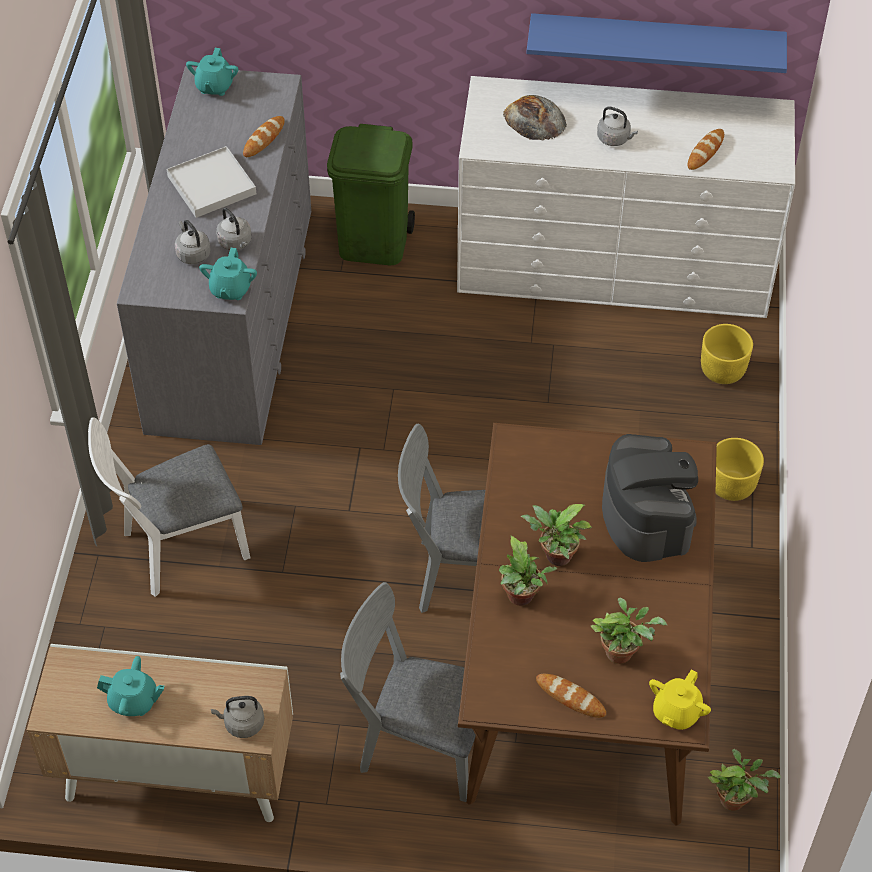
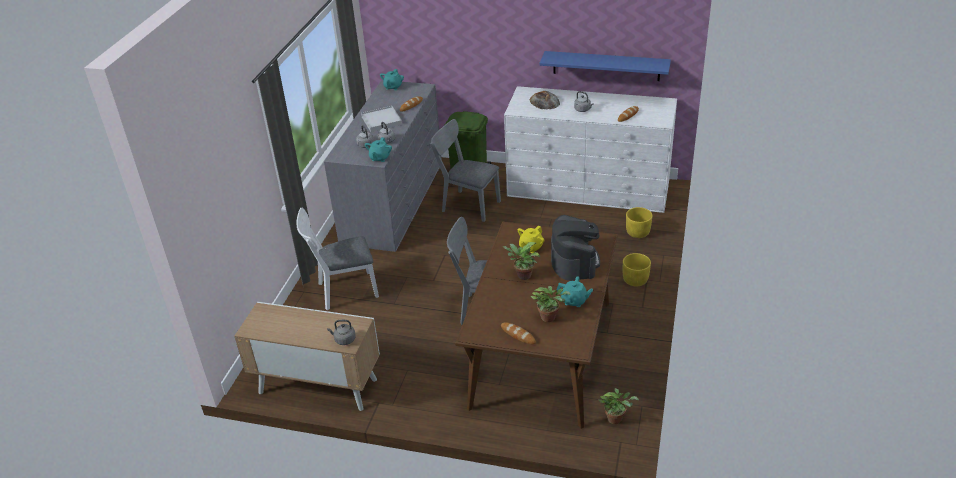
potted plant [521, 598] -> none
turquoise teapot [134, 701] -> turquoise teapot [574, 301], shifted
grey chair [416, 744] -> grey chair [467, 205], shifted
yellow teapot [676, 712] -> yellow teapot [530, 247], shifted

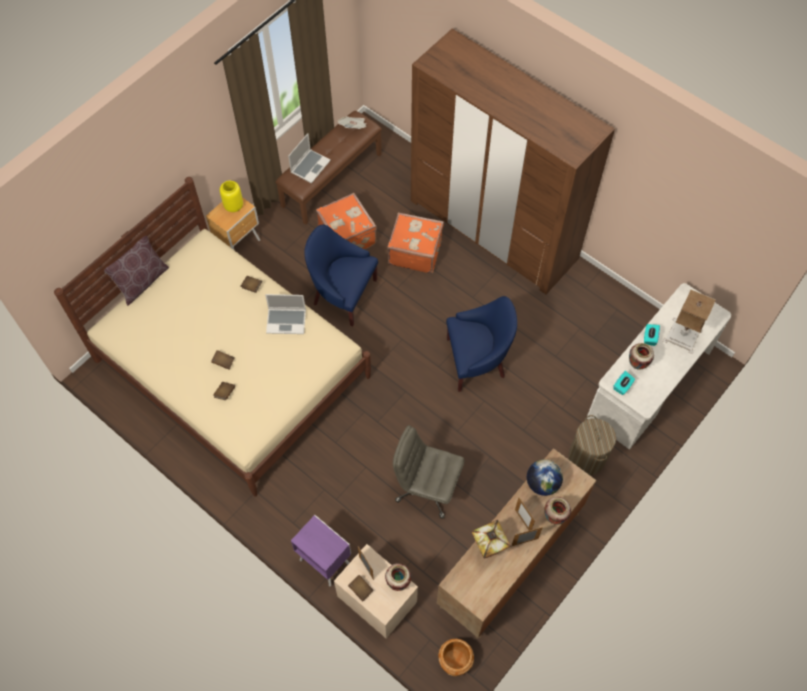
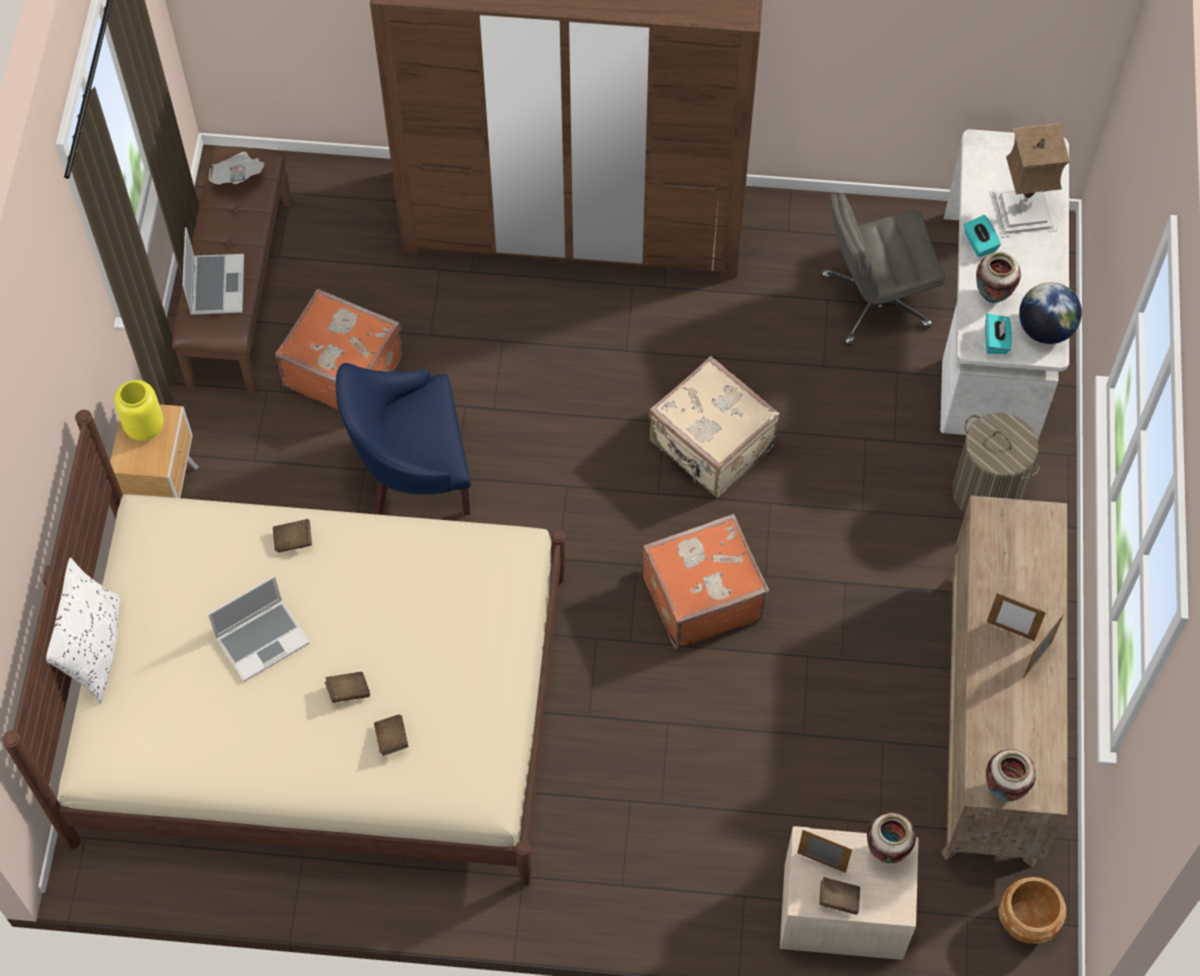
purple nightstand [324, 561] -> none
table lamp [487, 548] -> none
laptop [287, 321] -> laptop [263, 639], shifted
orange suitcase [415, 251] -> orange suitcase [701, 596], shifted
grey office chair [427, 487] -> grey office chair [874, 301], shifted
globe [542, 483] -> globe [1045, 329], shifted
vase [554, 518] -> vase [1003, 790], shifted
blue armchair [477, 360] -> beige suitcase [711, 446]
brown pillow [142, 281] -> white pillow [92, 648]

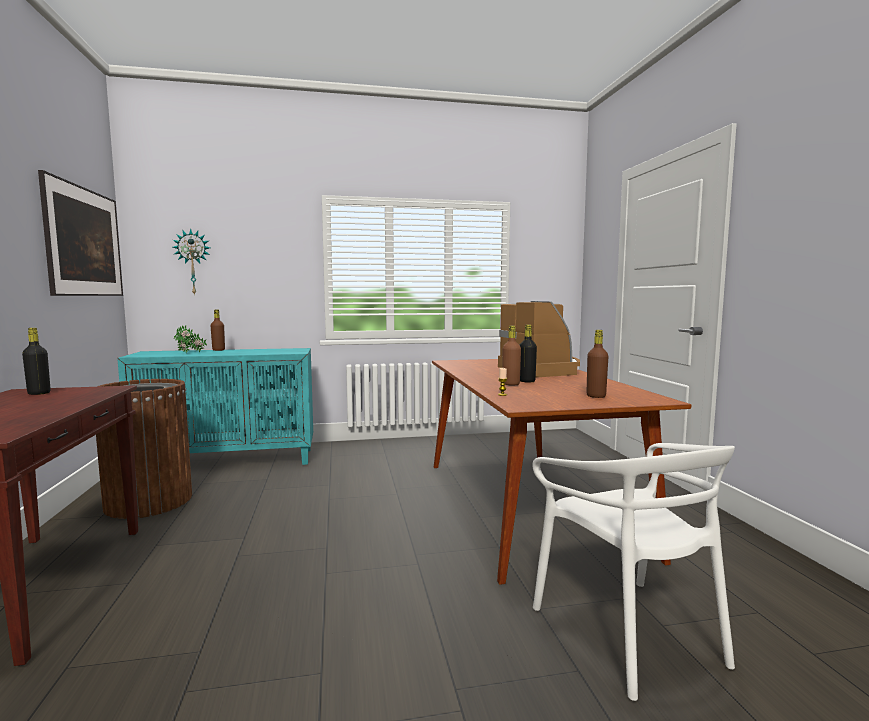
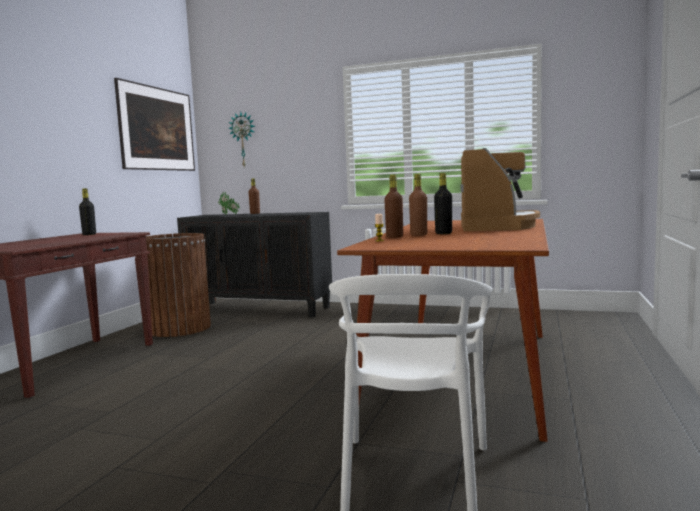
brown bottle [596, 396] -> brown bottle [394, 237], shifted
turquoise cabinet [229, 461] -> black cabinet [260, 309]

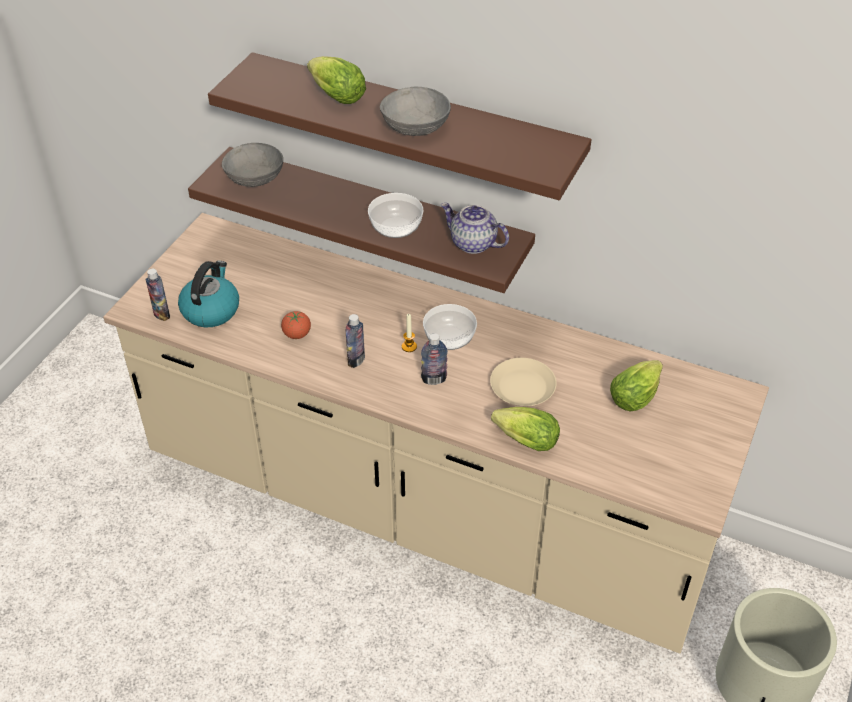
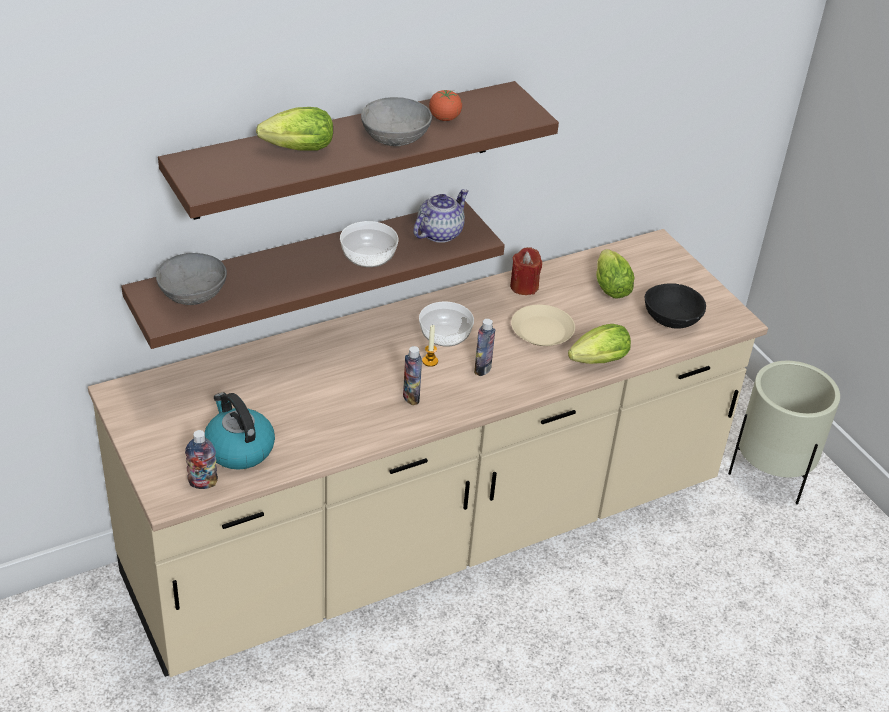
none -> red candle [524, 286]
none -> black bowl [671, 319]
tomato [297, 334] -> tomato [444, 118], shifted
teapot [472, 243] -> teapot [439, 233], 150 degrees clockwise

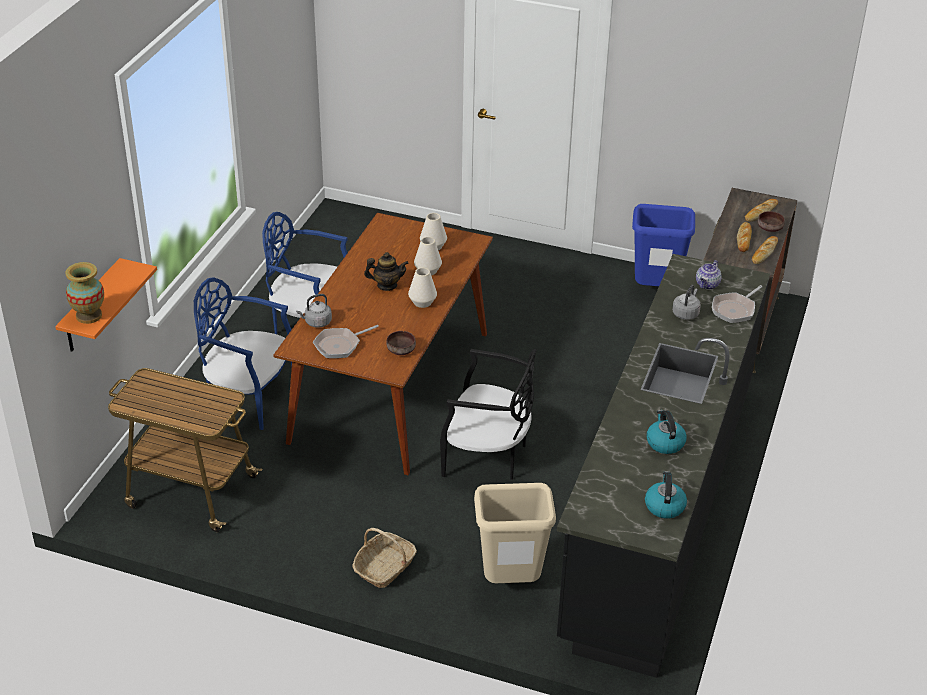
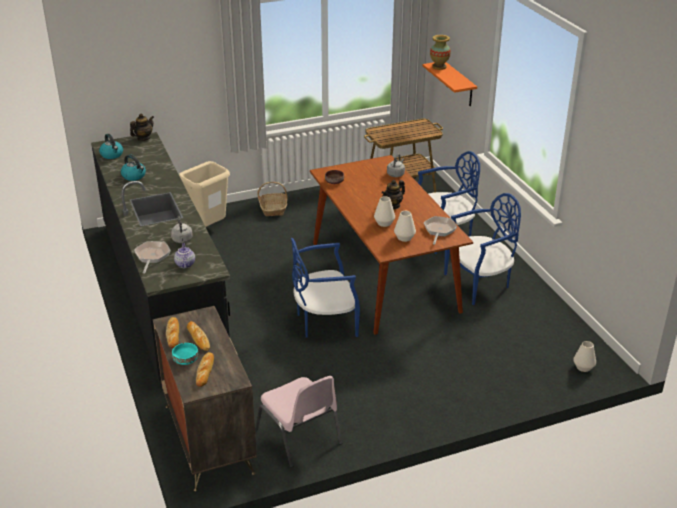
black chair [487, 456] -> none
none -> teapot [143, 138]
none -> blue chair [324, 322]
frying pan [340, 345] -> frying pan [439, 230], shifted
white vase [422, 302] -> white vase [583, 367], shifted
blue trash can [656, 291] -> pink chair [299, 437]
brown bowl [770, 228] -> turquoise bowl [185, 360]

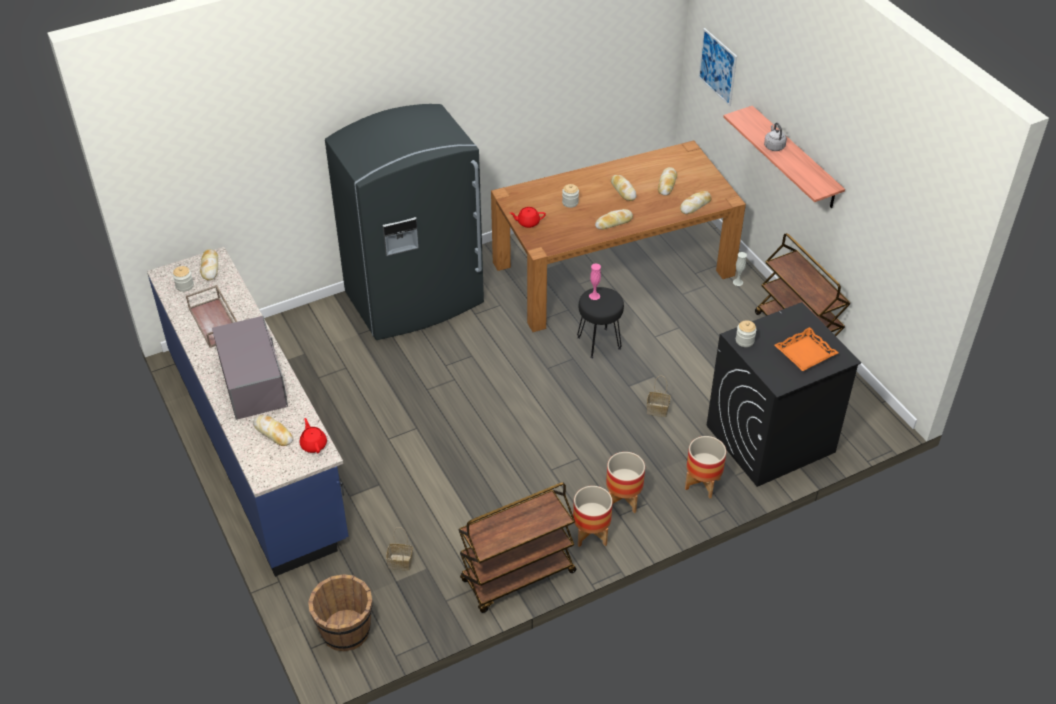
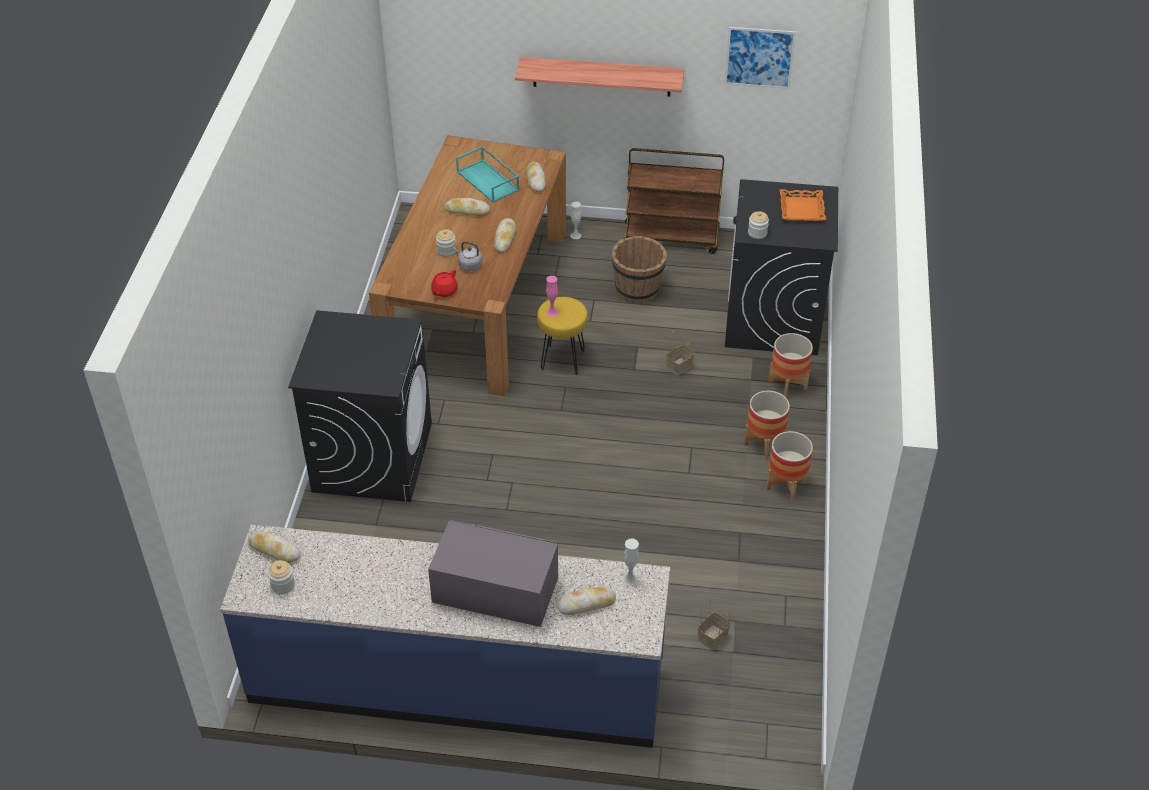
brown tray [215, 322] -> none
brown cart [518, 577] -> none
brown bucket [345, 631] -> brown bucket [637, 290], shifted
picture [717, 67] -> picture [759, 57], shifted
grey kettle [774, 146] -> grey kettle [469, 265], shifted
red teapot [313, 444] -> white vase [630, 579]
grey fridge [415, 300] -> black washing machine [372, 457]
bread [667, 184] -> turquoise tray [489, 181]
black stool [598, 343] -> yellow stool [563, 360]

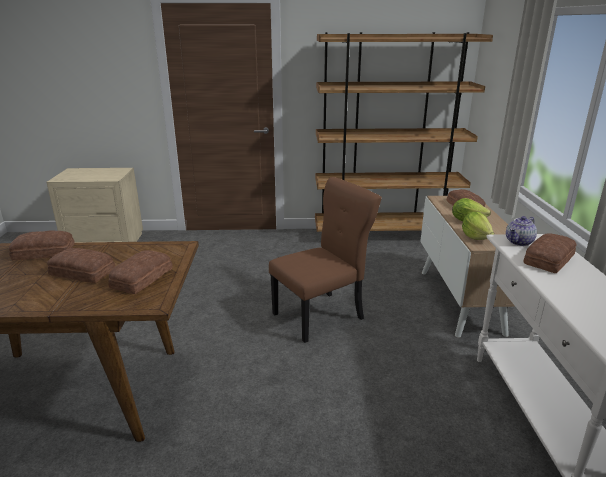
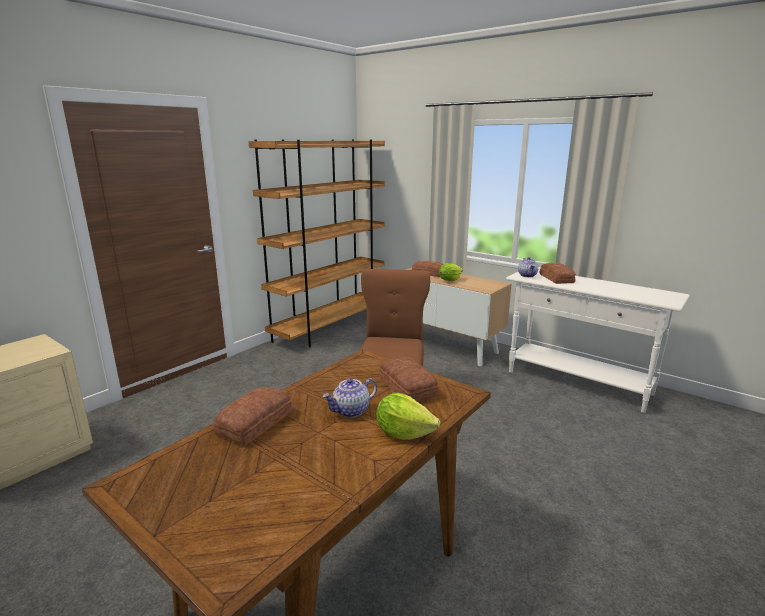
lettuce [476, 237] -> lettuce [404, 433], shifted
bread [82, 273] -> teapot [351, 411]

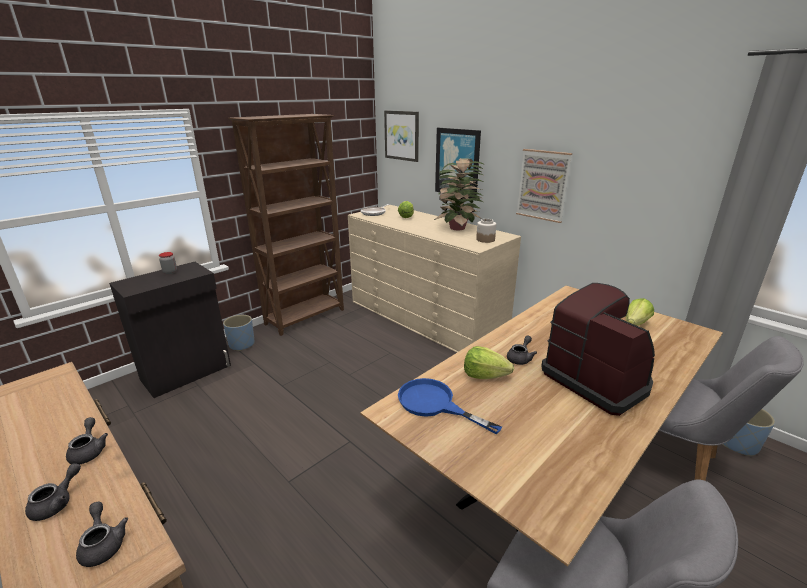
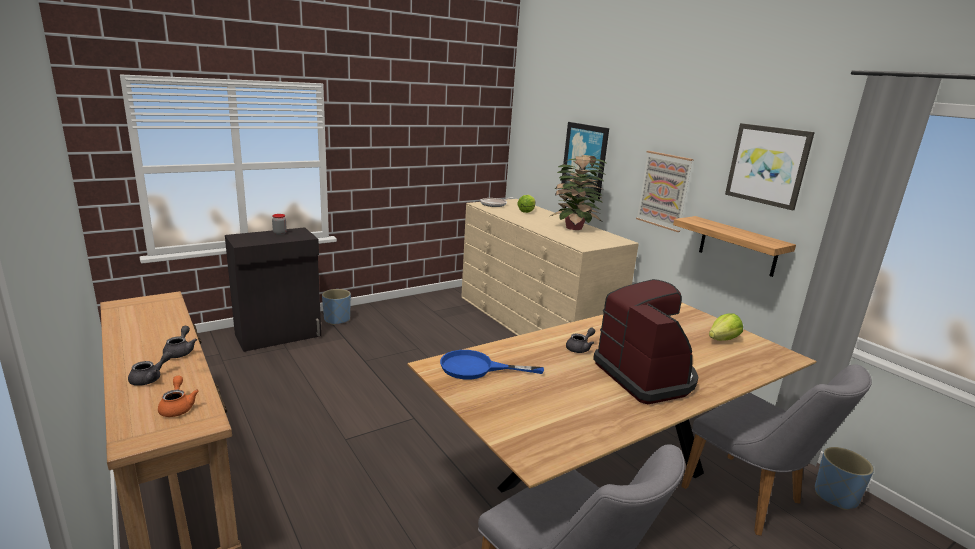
brown bookcase [306, 317] -> none
lettuce [484, 375] -> none
jar [485, 239] -> none
none -> shelf [738, 246]
picture [402, 135] -> picture [768, 165], shifted
grey teapot [103, 544] -> orange teapot [178, 407]
blue frying pan [434, 404] -> blue frying pan [476, 368], 45 degrees counterclockwise

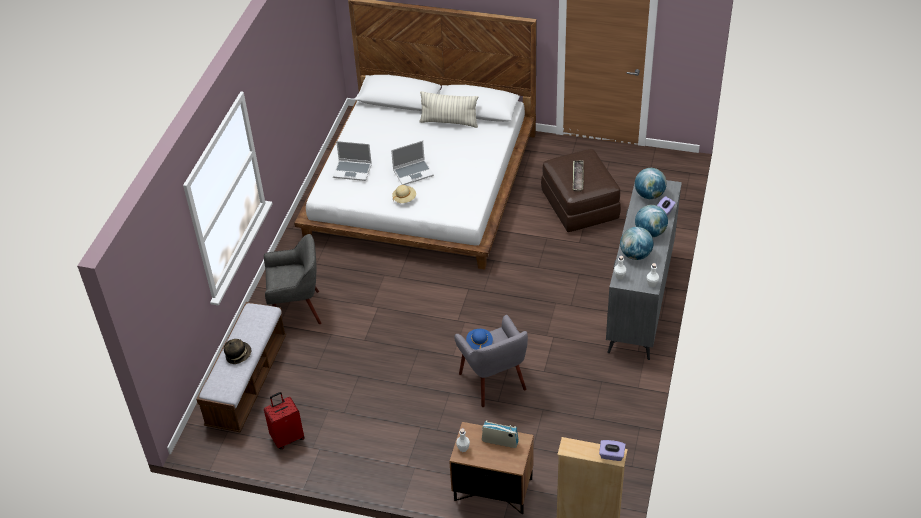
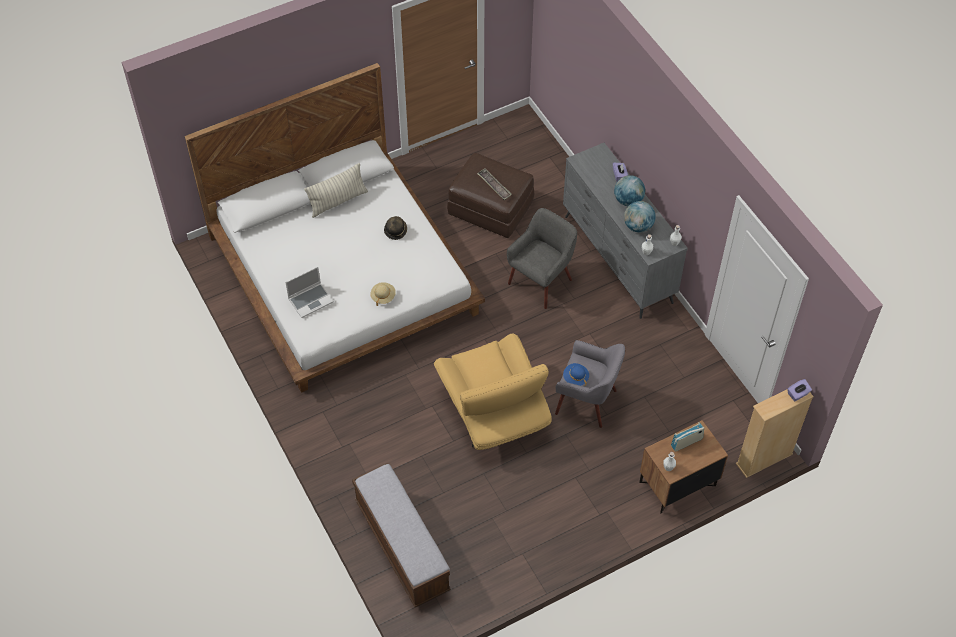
red suitcase [287, 437] -> none
laptop [413, 172] -> none
globe [649, 195] -> none
none -> yellow armchair [493, 411]
hat [238, 355] -> hat [395, 230], shifted
grey armchair [297, 309] -> grey armchair [541, 281], shifted

